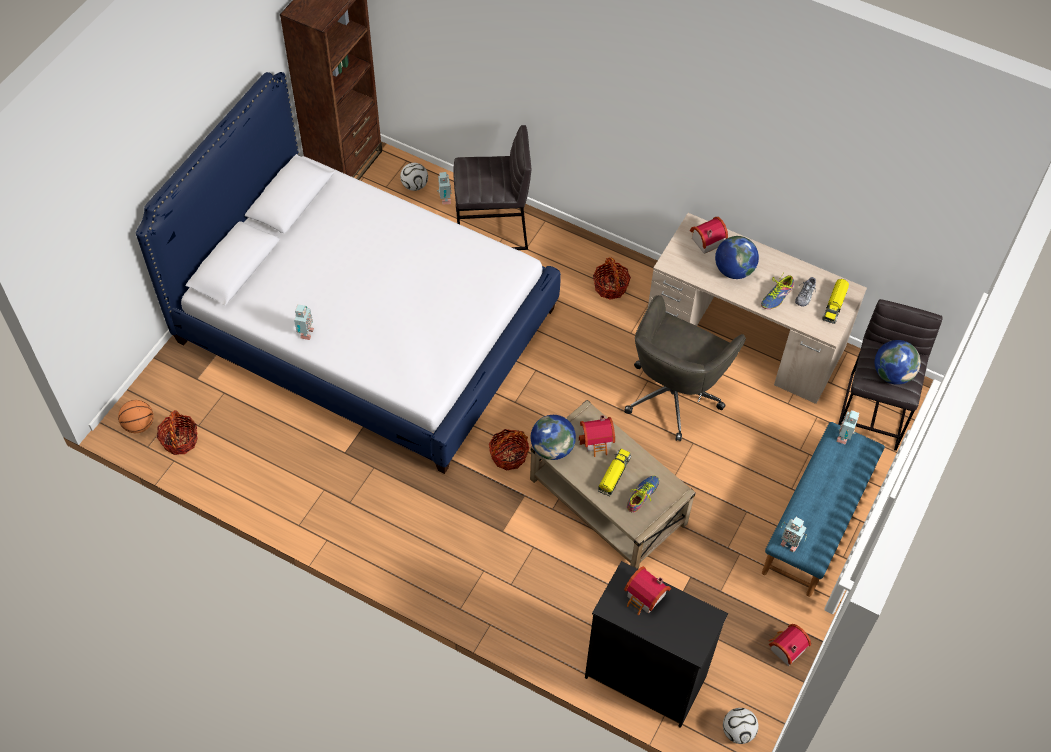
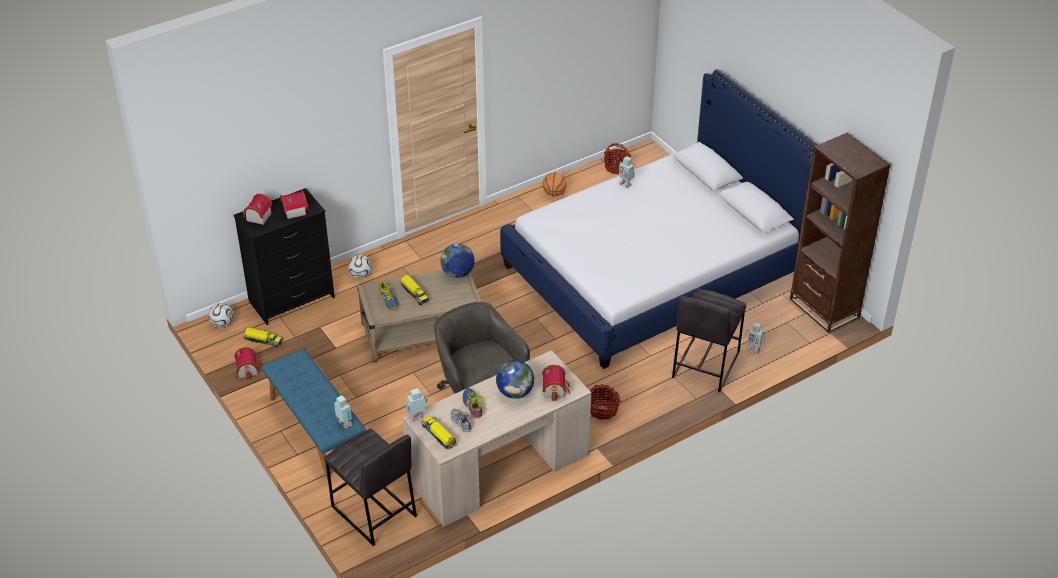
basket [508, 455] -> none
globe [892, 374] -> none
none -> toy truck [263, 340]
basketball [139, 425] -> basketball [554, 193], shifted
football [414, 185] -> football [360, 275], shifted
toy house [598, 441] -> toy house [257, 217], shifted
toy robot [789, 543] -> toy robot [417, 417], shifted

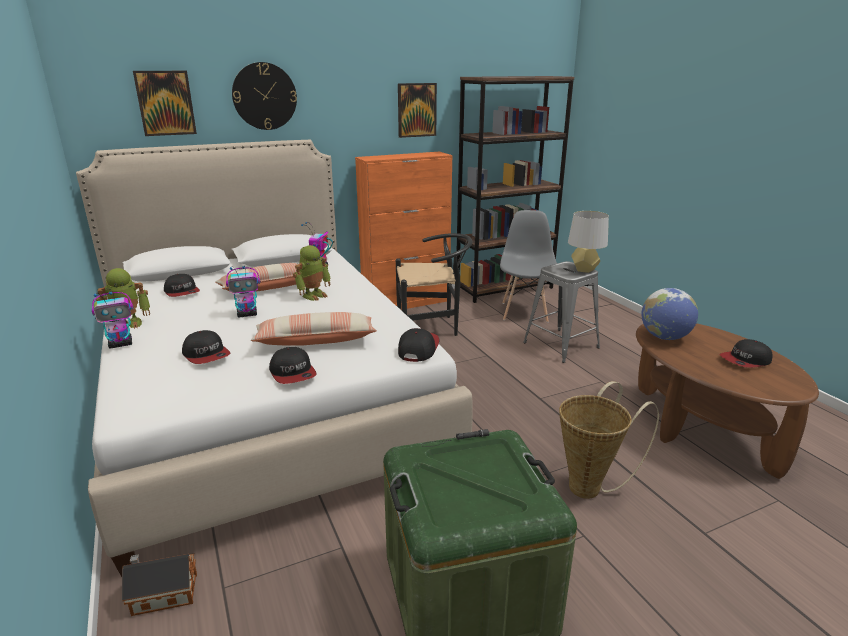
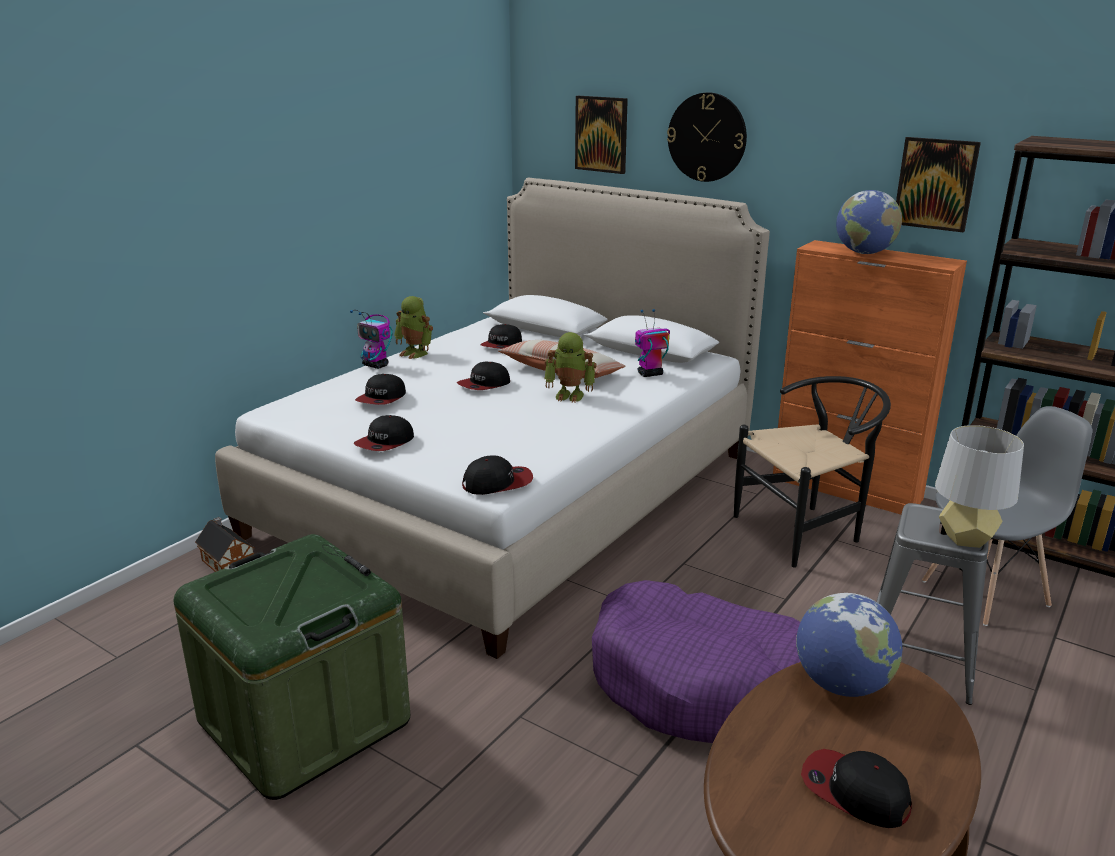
pillow [316, 341] -> none
basket [590, 486] -> none
none -> purple dog bed [704, 685]
none -> globe [864, 253]
toy robot [247, 314] -> cap [484, 385]
black chair [432, 327] -> black chair [806, 530], 75 degrees counterclockwise

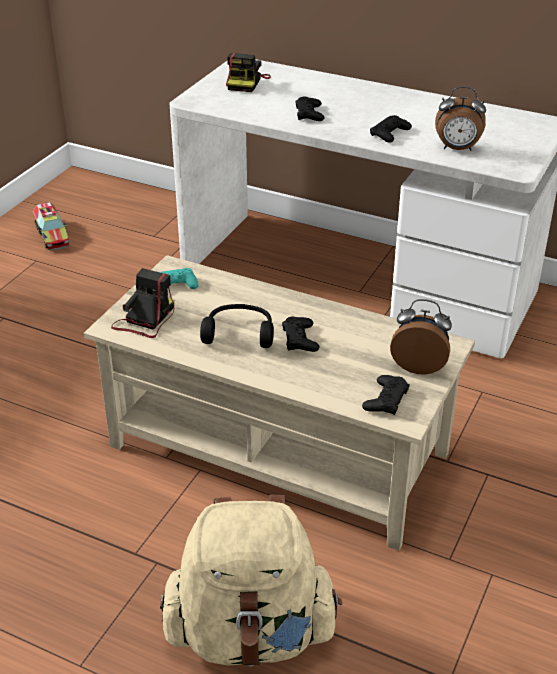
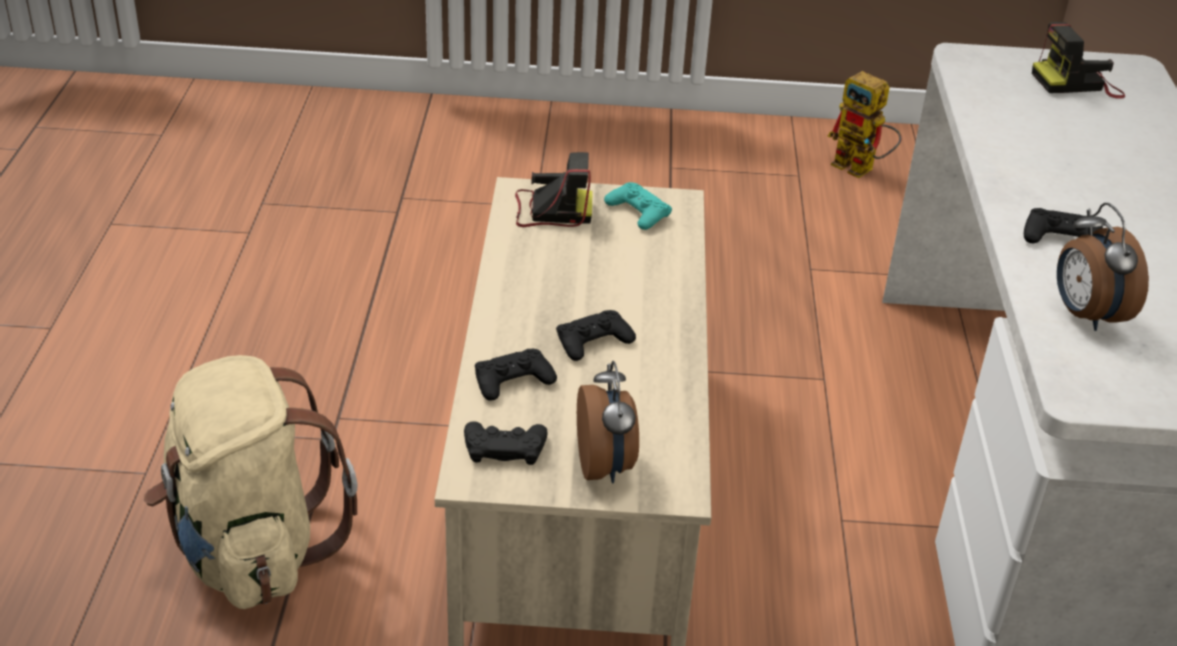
black headphones [239, 333] -> none
black game controller [309, 114] -> black game controller [513, 380], shifted
toy truck [52, 235] -> toy robot [861, 169]

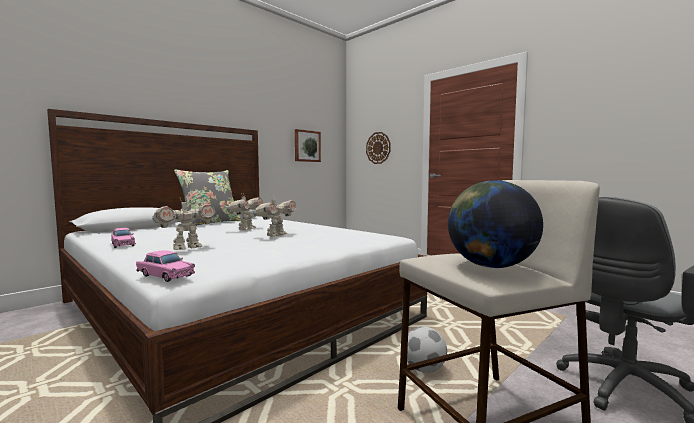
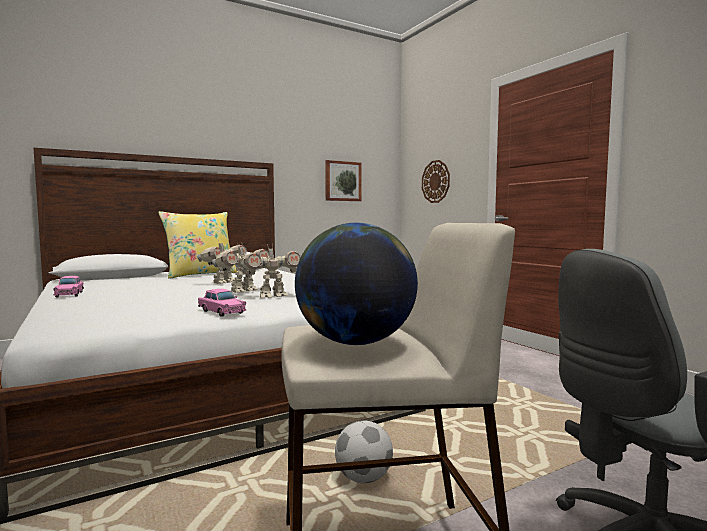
pink toy car [165, 275] -> pink toy car [221, 312], shifted
toy robot [186, 248] -> toy robot [272, 296], shifted
grey pillow [210, 223] -> yellow pillow [200, 274]

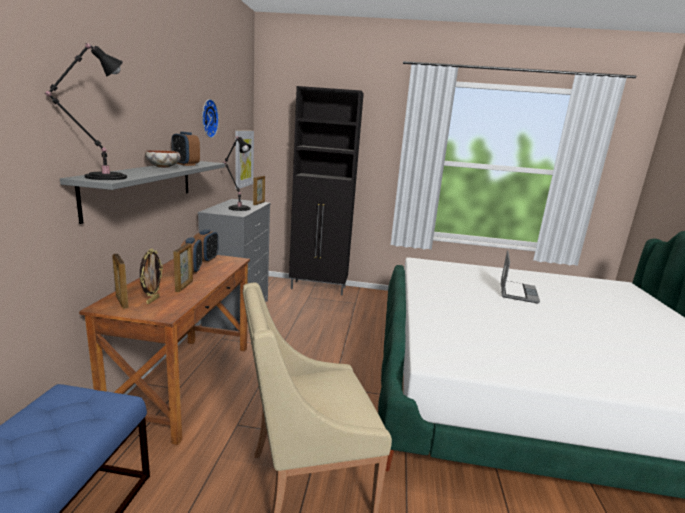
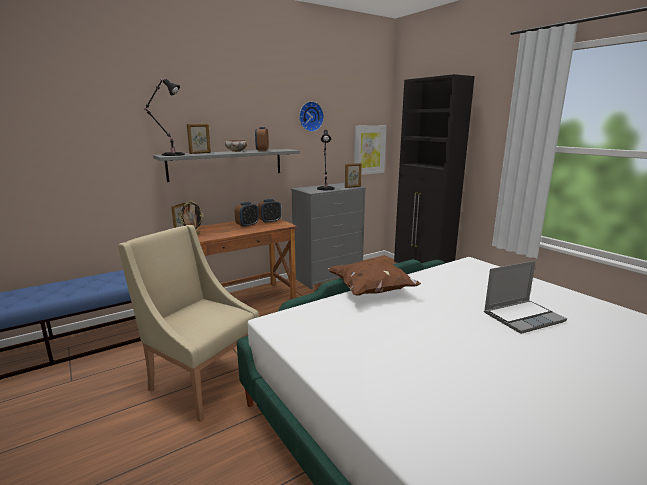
none -> brown pillow [371, 291]
picture frame [184, 286] -> picture frame [200, 153], shifted

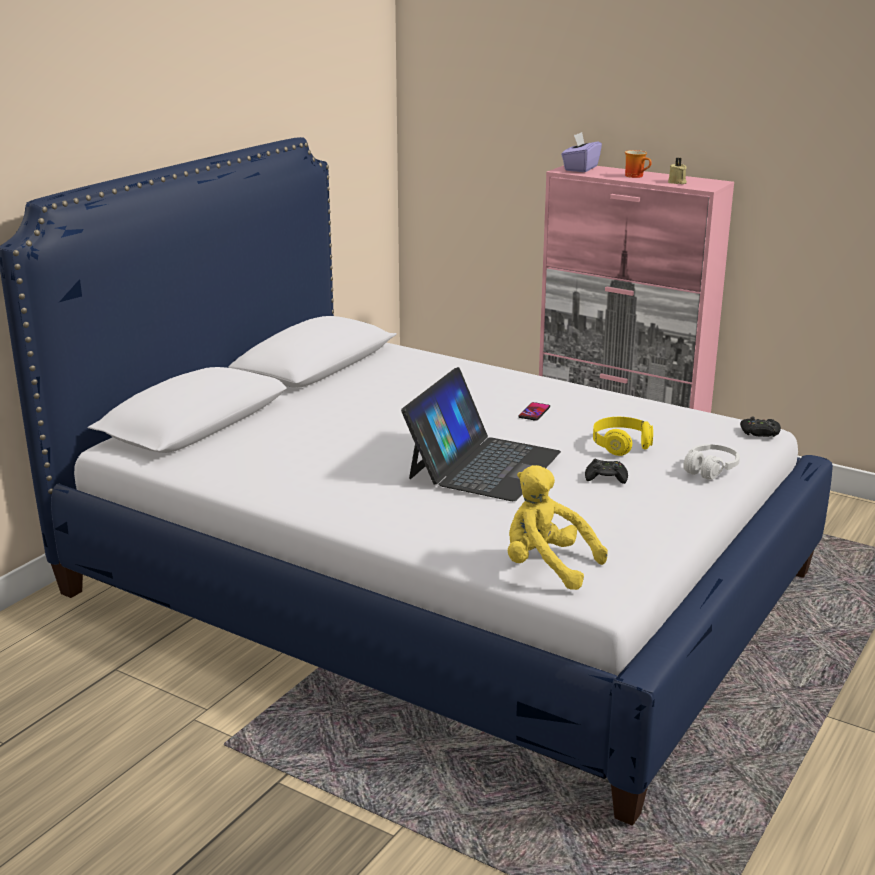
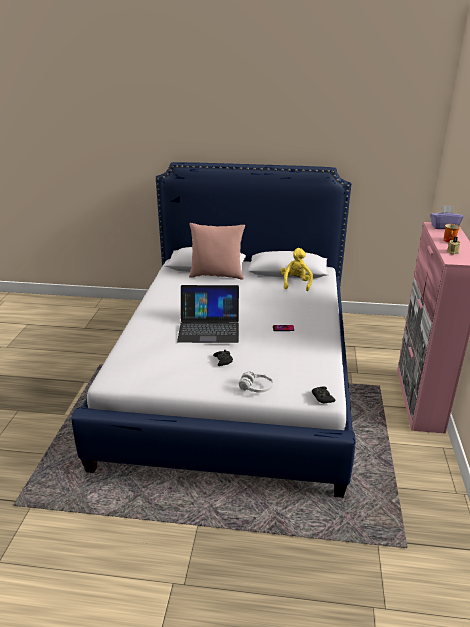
yellow headphones [621, 445] -> none
none -> pink pillow [217, 275]
yellow plush toy [546, 566] -> yellow plush toy [296, 283], shifted

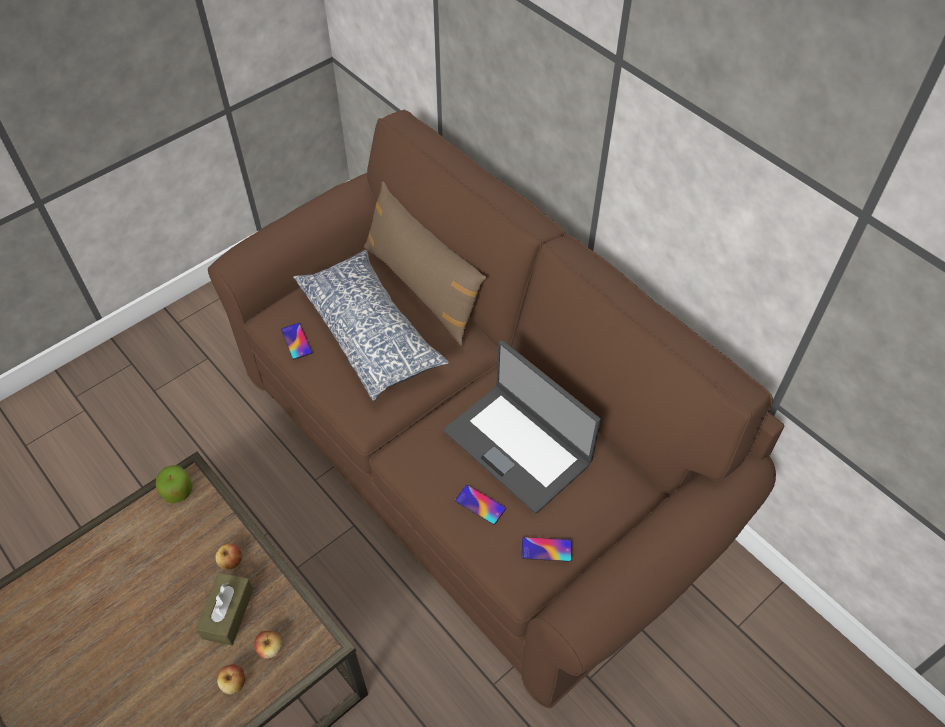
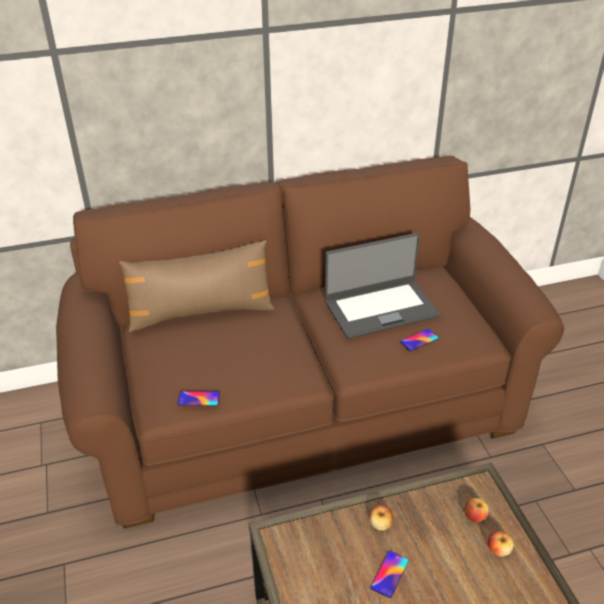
apple [178, 491] -> none
brown tissue box [228, 613] -> none
pillow [370, 332] -> none
phone [546, 549] -> phone [389, 574], shifted

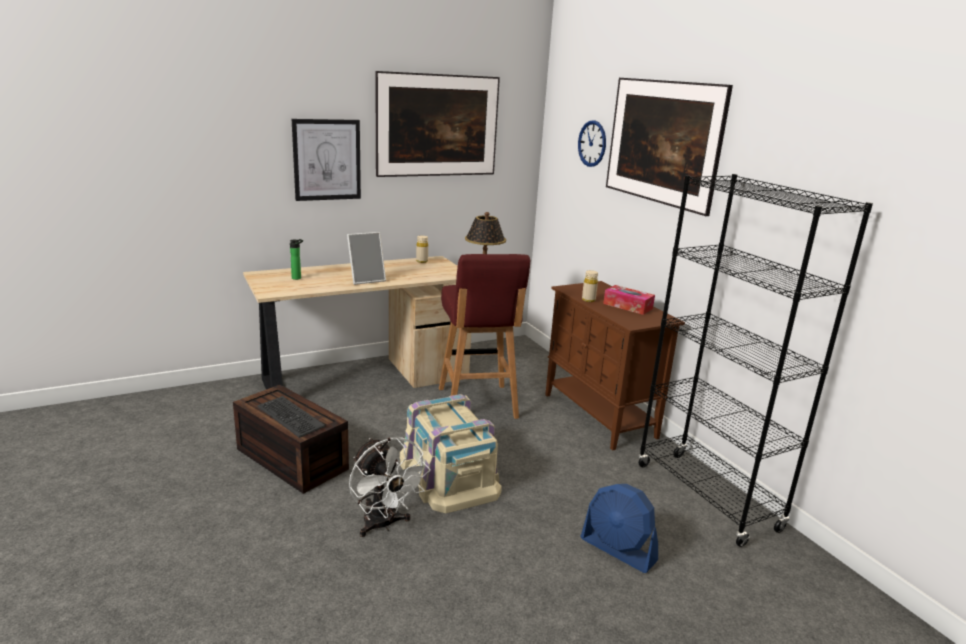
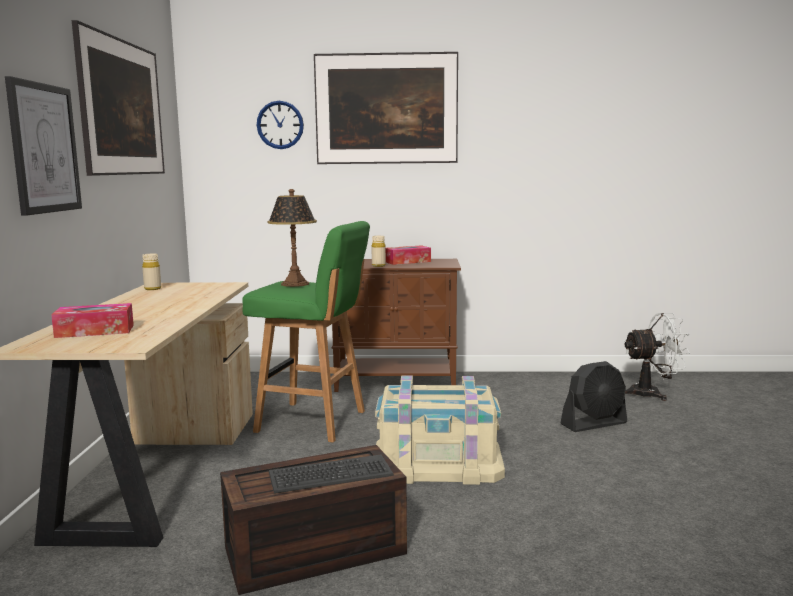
picture frame [366, 279] -> none
black bookcase [706, 497] -> none
white fan [384, 525] -> white fan [652, 393], shifted
bottle [297, 278] -> tissue box [95, 331]
red stool [477, 404] -> green stool [313, 422]
blue fan [618, 550] -> black fan [594, 424]

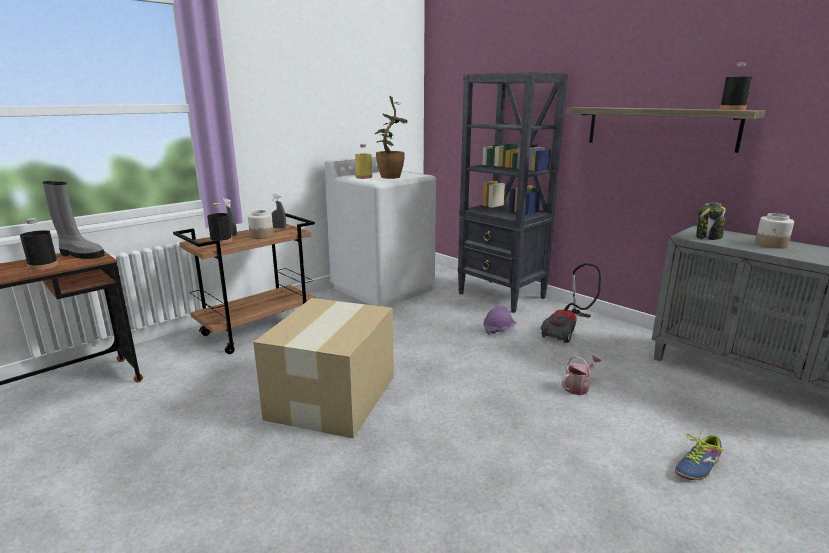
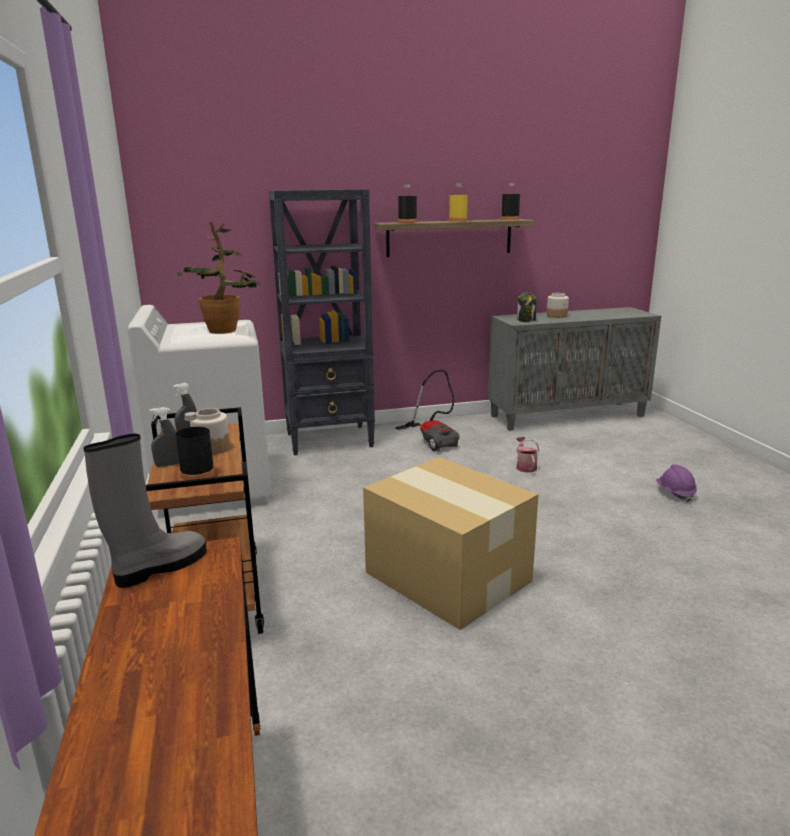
shoe [698, 466] -> none
black bottle [43, 266] -> black bottle [407, 222], shifted
yellow bottle [364, 177] -> yellow bottle [458, 221], shifted
purple hard hat [499, 330] -> purple hard hat [675, 493], shifted

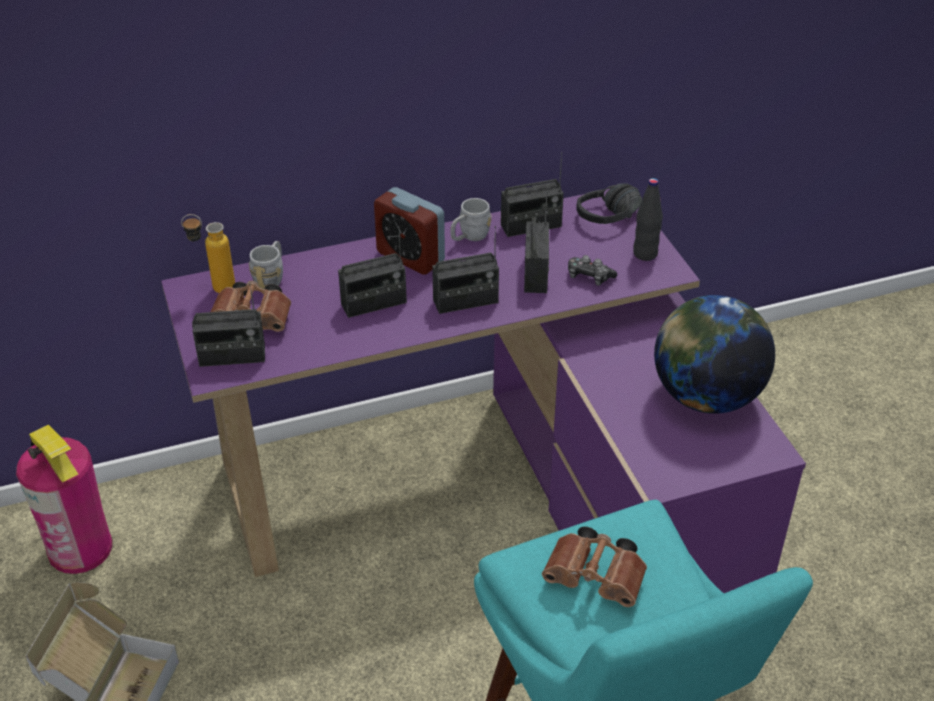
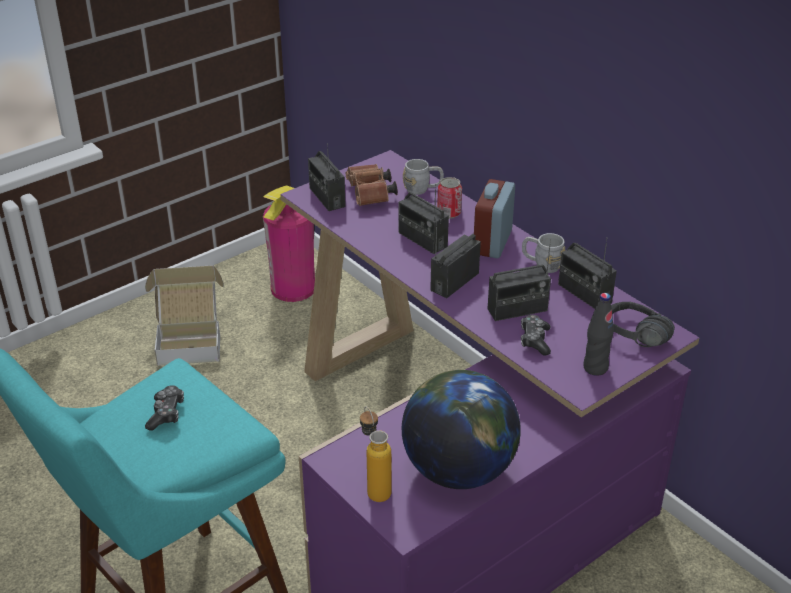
none -> can [449, 213]
bottle [214, 288] -> bottle [375, 487], shifted
brown binoculars [598, 579] -> game controller [166, 413]
radio [465, 301] -> radio [454, 281], 75 degrees clockwise

